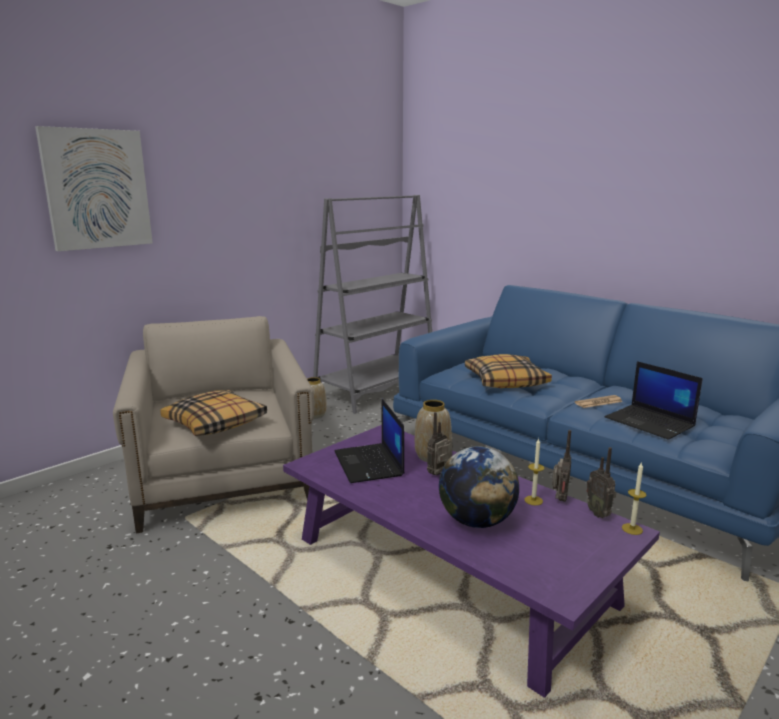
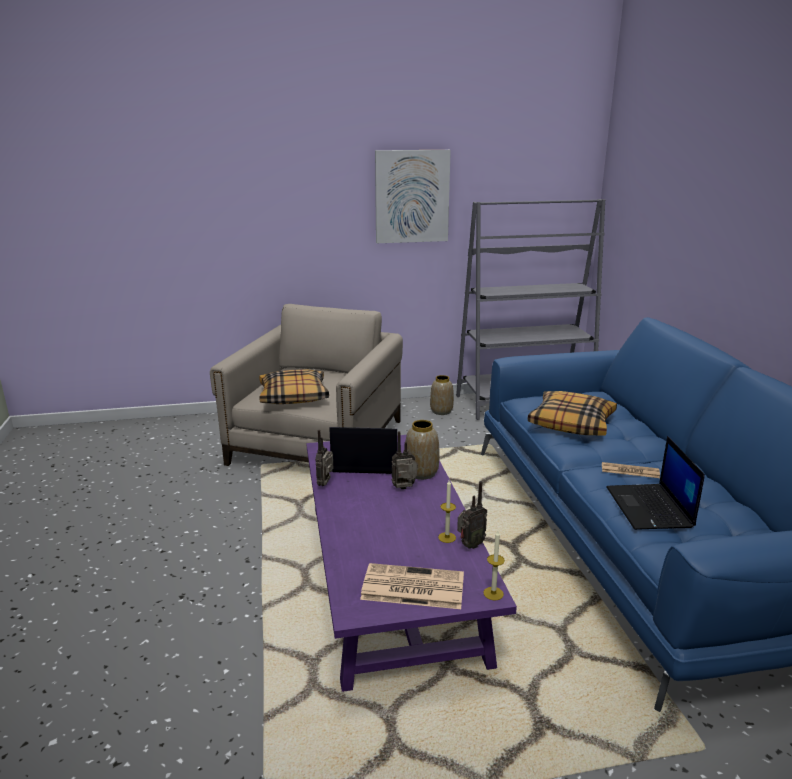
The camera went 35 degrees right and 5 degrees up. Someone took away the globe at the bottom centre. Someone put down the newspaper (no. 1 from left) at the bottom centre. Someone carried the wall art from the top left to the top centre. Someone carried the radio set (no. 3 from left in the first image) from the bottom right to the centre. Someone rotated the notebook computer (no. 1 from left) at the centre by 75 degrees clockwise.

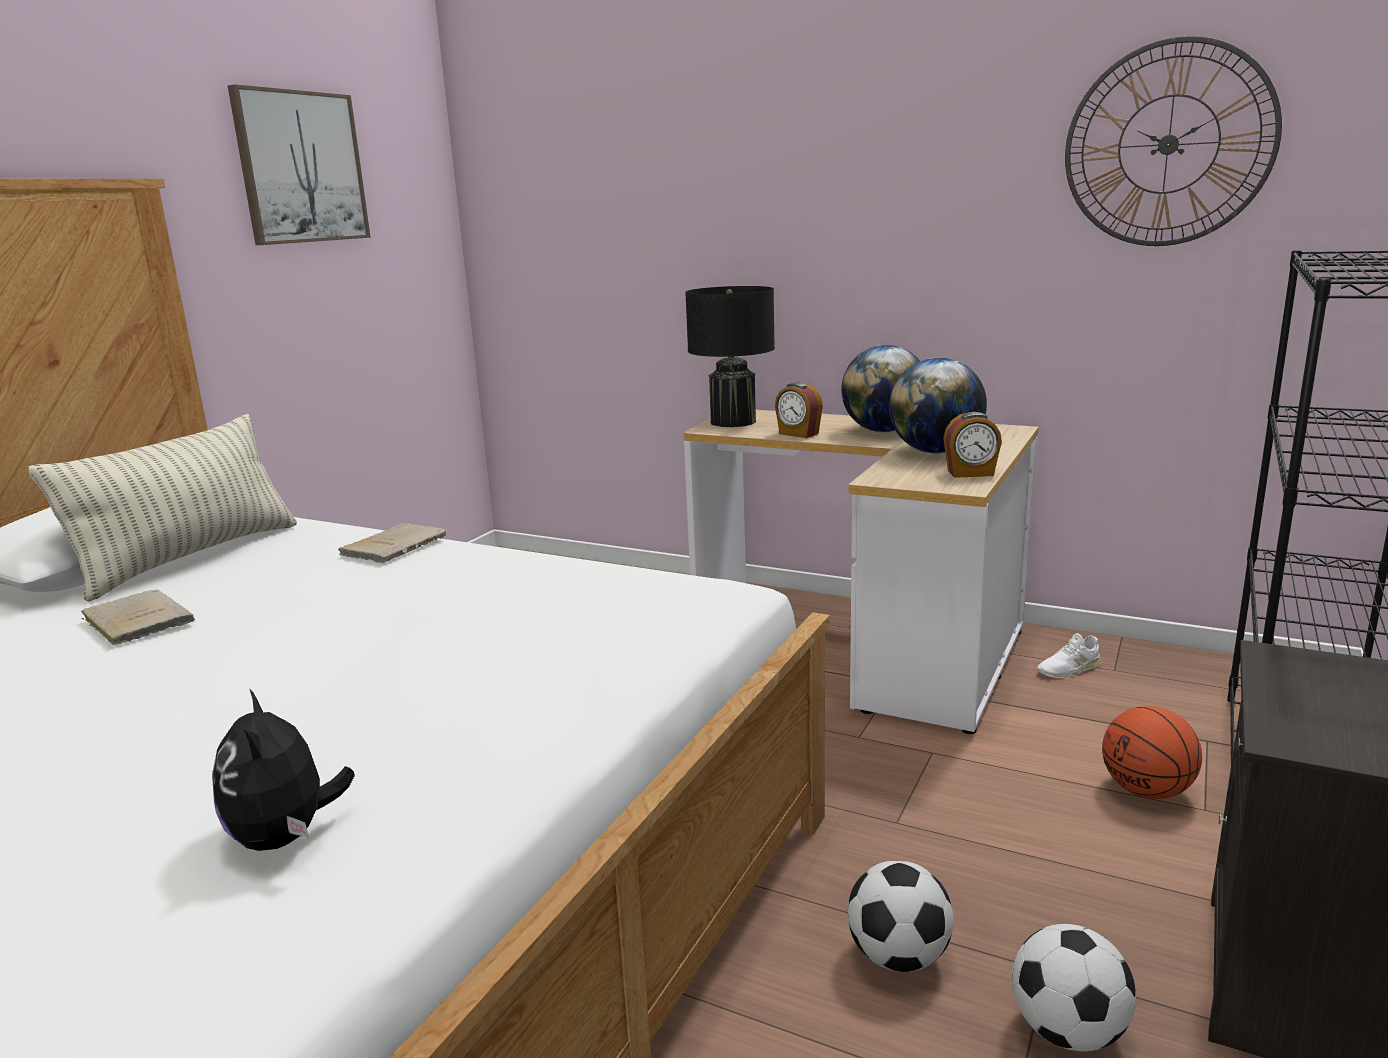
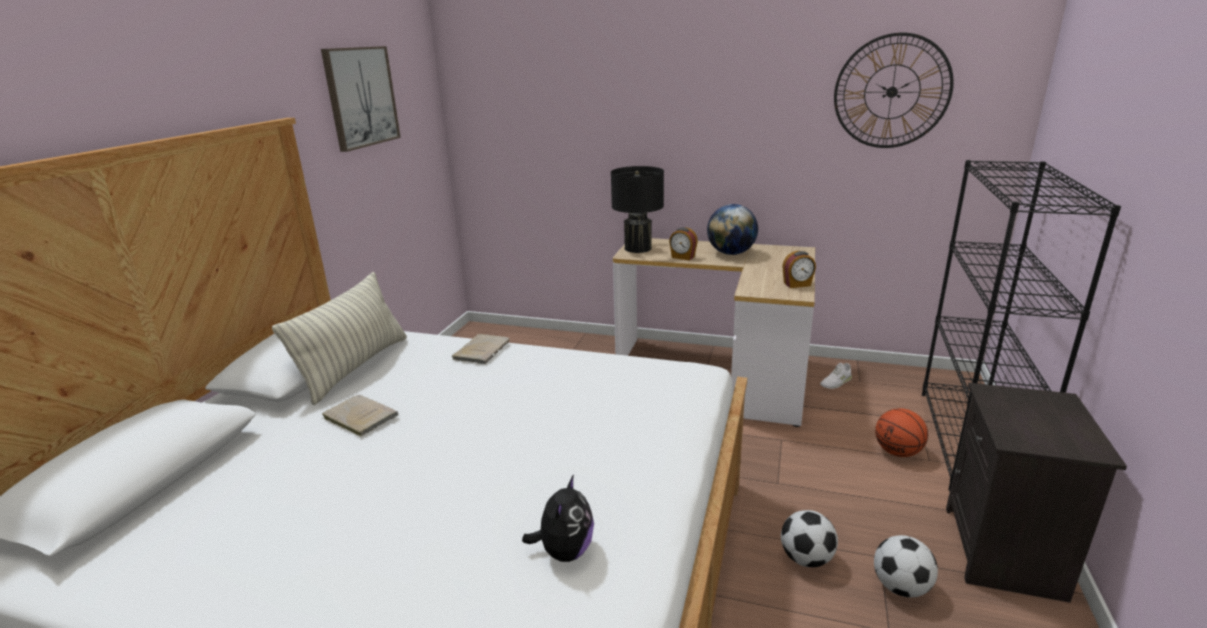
The camera went 10 degrees left and 5 degrees up. Someone took away the globe (no. 2 from left) at the middle right. Someone rotated the cuddly toy at the bottom left by 135 degrees counterclockwise.

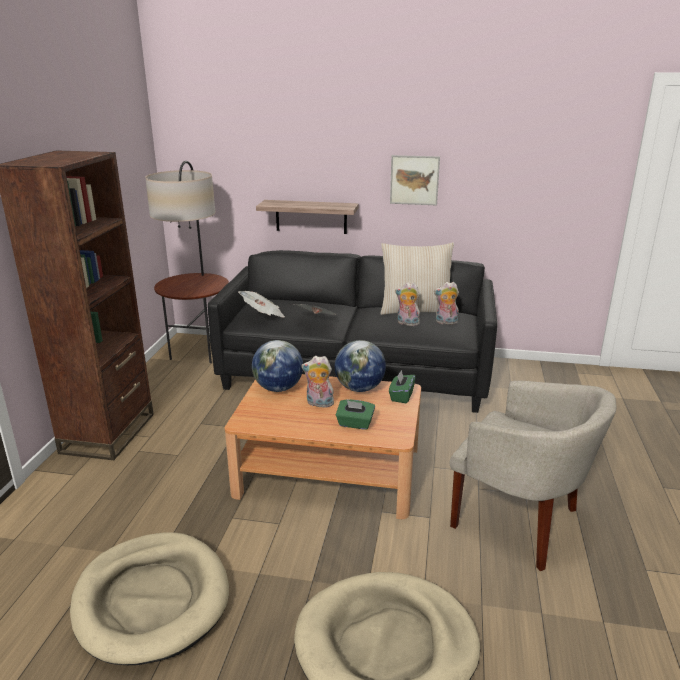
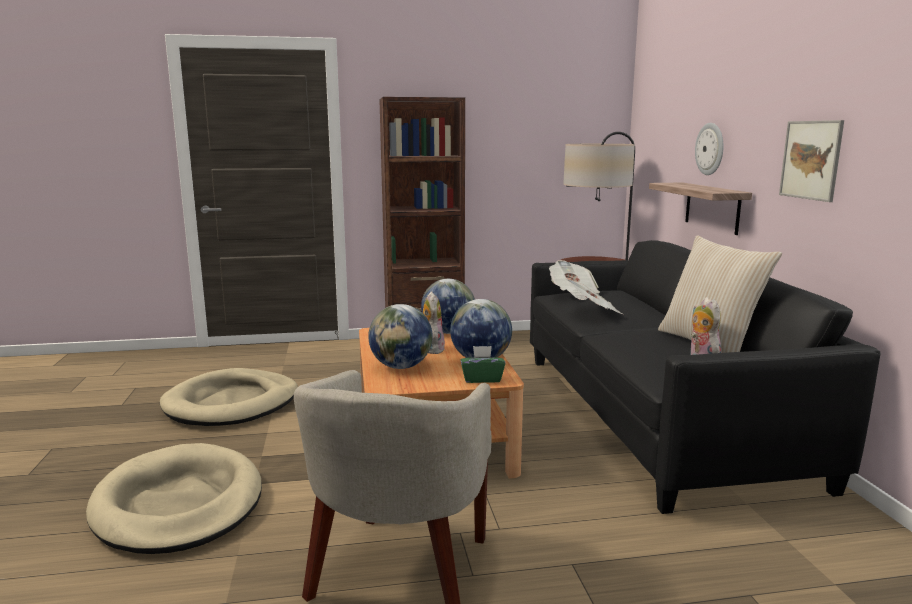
The camera went 70 degrees right and 10 degrees down. Someone took away the cuddly toy (no. 2 from left) at the centre. Someone put up the wall clock at the top right. Someone swapped the green-coloured box of tissues (no. 1 from left) at the centre for the globe (no. 1 from left) at the centre.

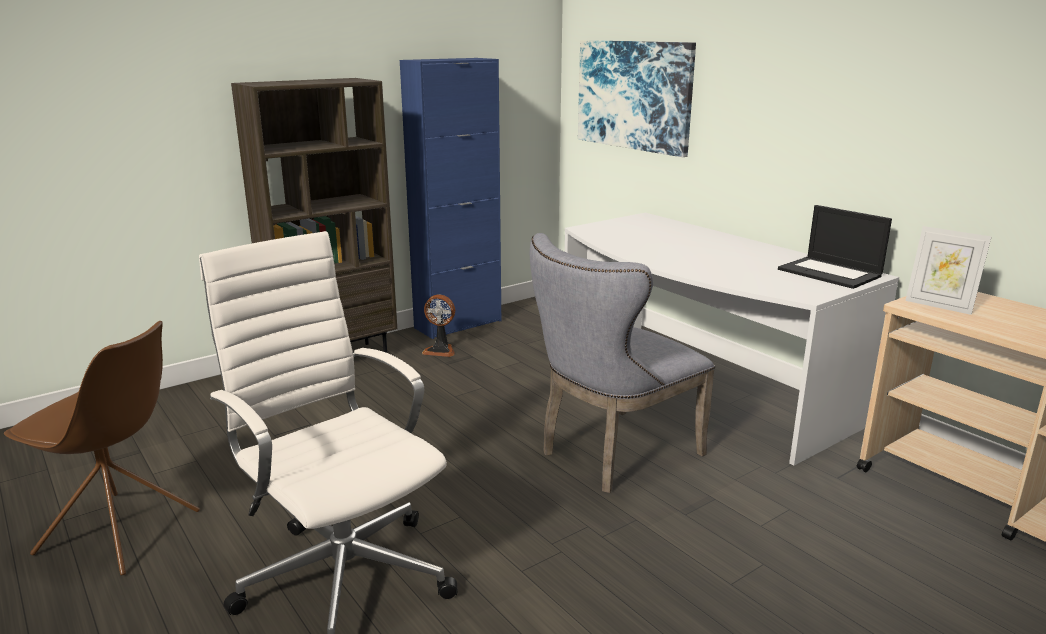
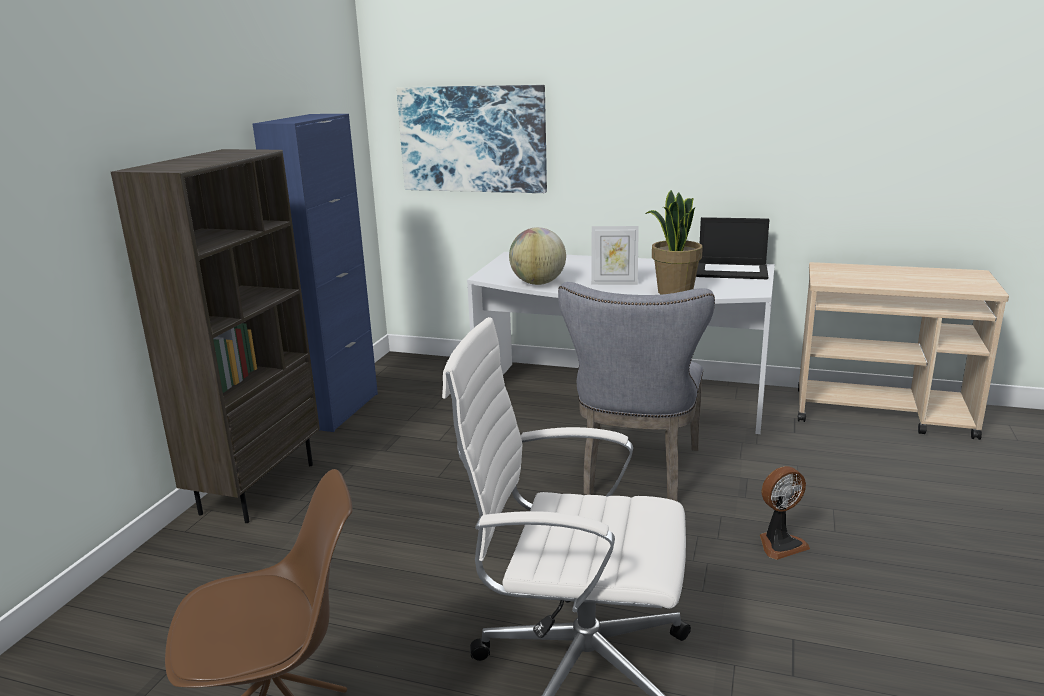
The camera went 35 degrees left and 0 degrees up. Someone put down the globe at the centre. Someone put down the plant in a pot at the centre. Someone carried the cooling fan from the centre to the bottom right. Someone carried the photo frame from the middle right to the centre.

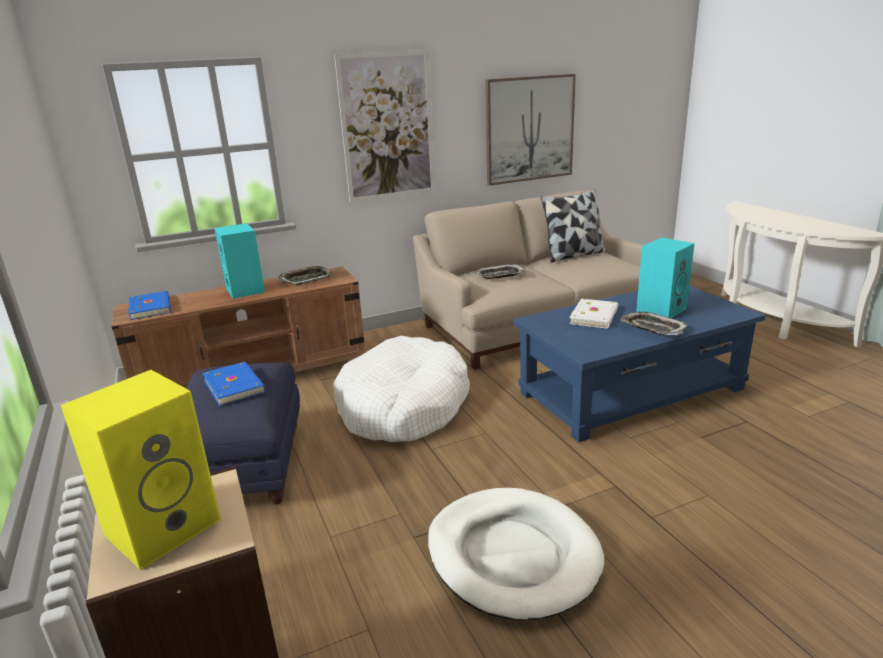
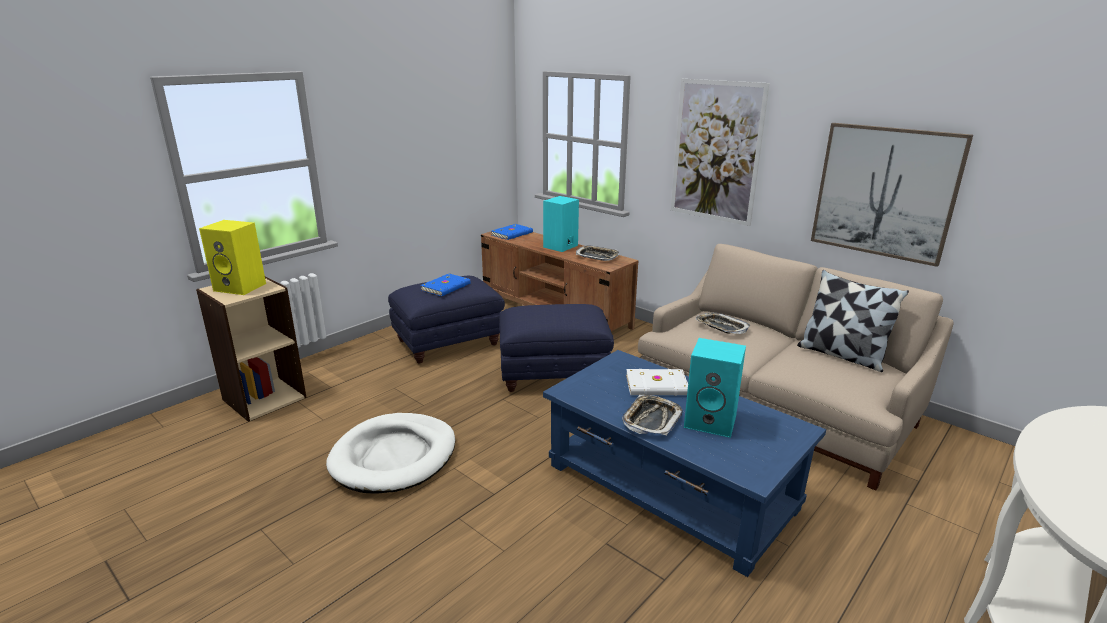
The camera went 65 degrees right and 0 degrees up. Someone swapped the white pet bed (no. 1 from left) at the centre for the blue-coloured ottoman (no. 2 from left) at the centre.

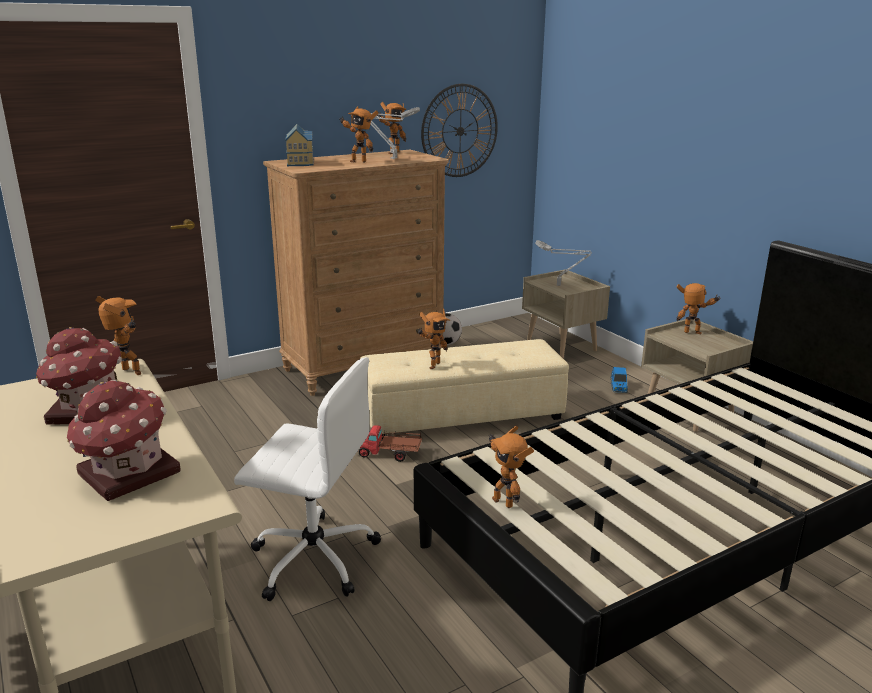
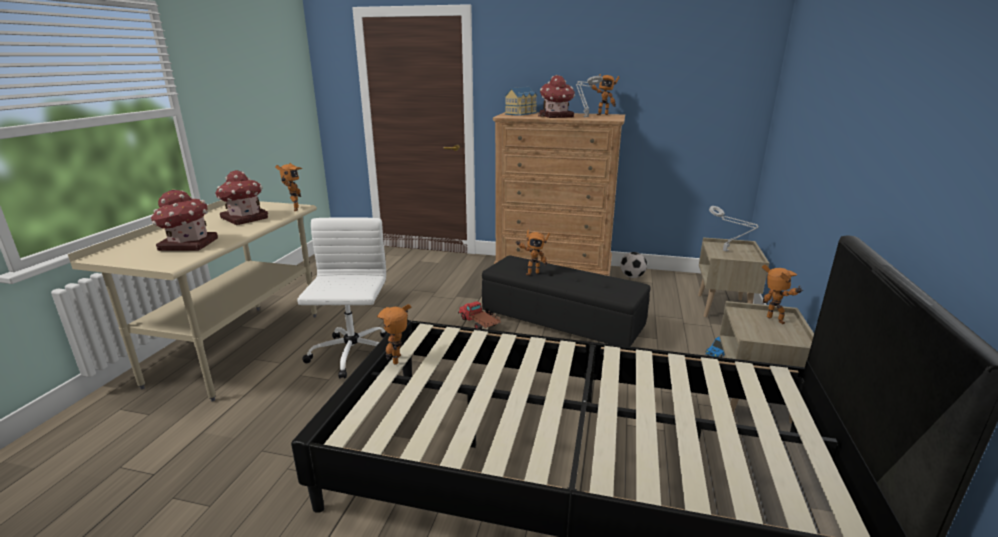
The camera went 45 degrees right and 0 degrees up. Someone took away the wall clock at the top centre. Someone swapped the model robot (no. 2 from left) at the top centre for the toy house (no. 4 from left) at the top centre. Someone repainted the beige ottoman at the centre, which became the black-coloured ottoman at the centre. Someone rotated the white computer chair at the bottom centre by 150 degrees counterclockwise.

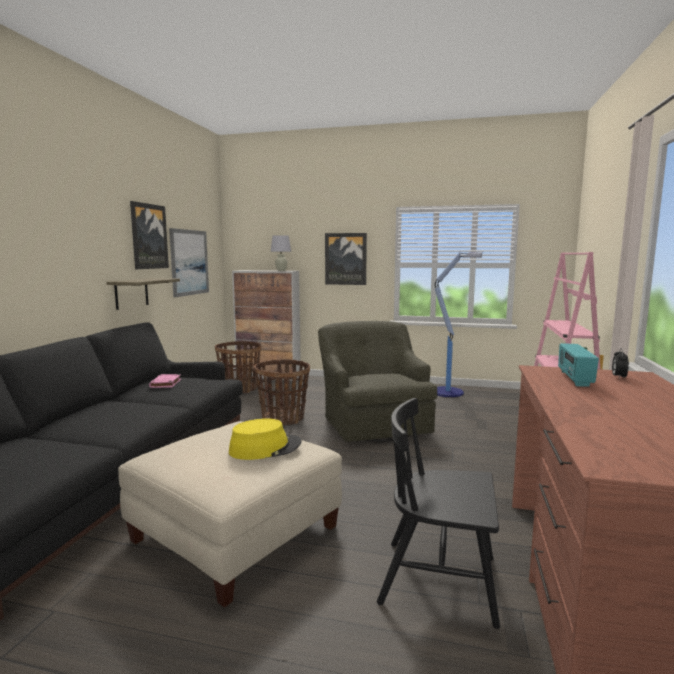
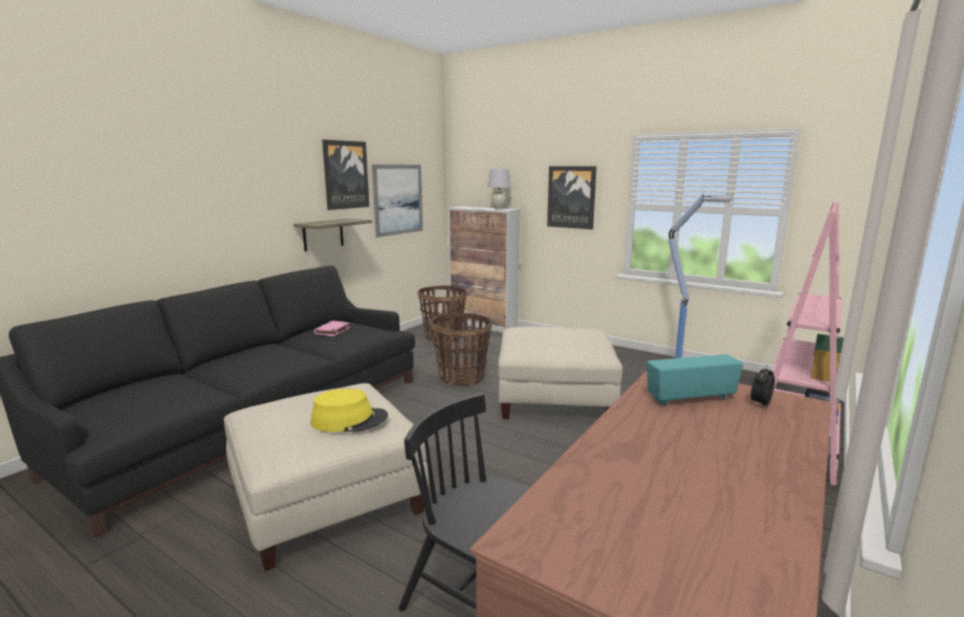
The camera went 20 degrees right and 5 degrees up. Someone swapped the green-coloured armchair at the centre for the beige ottoman (no. 2 from left) at the centre. Someone rotated the radio set at the middle right by 45 degrees clockwise.

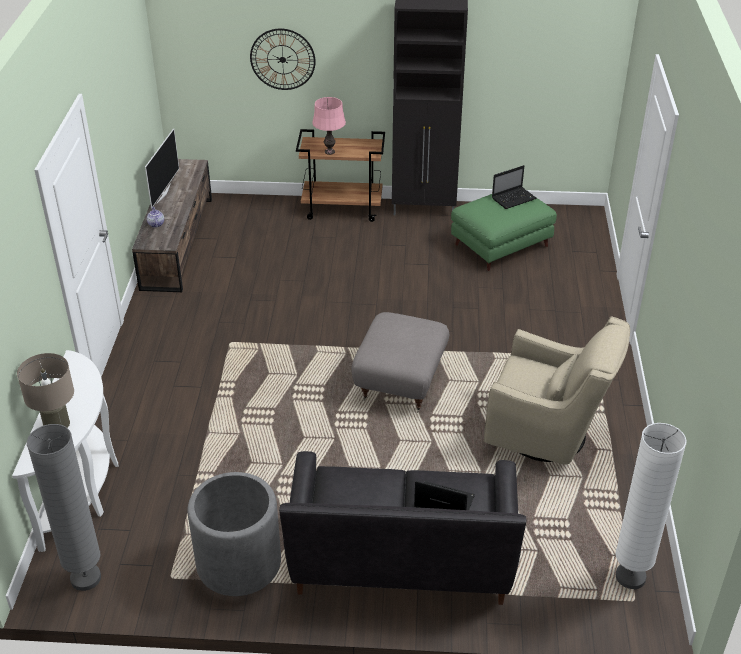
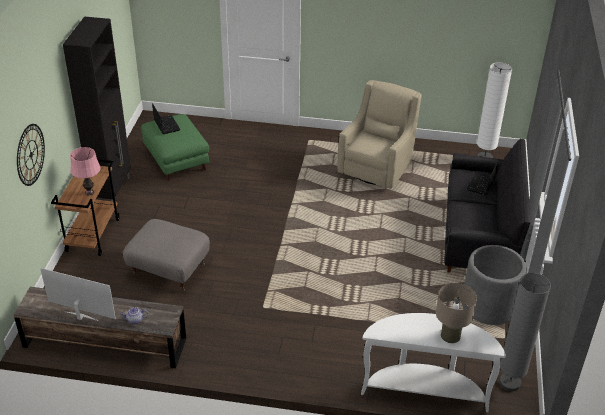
The camera went 85 degrees left and 0 degrees up. Someone carried the grey ottoman from the centre to the middle left.

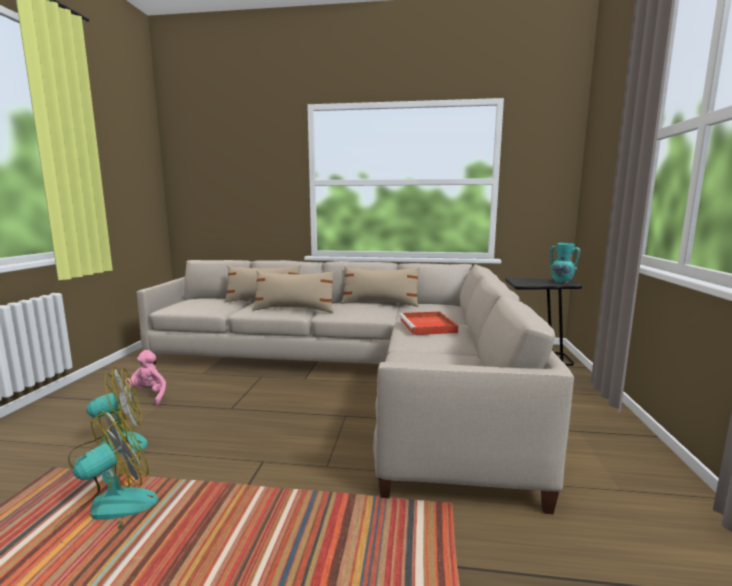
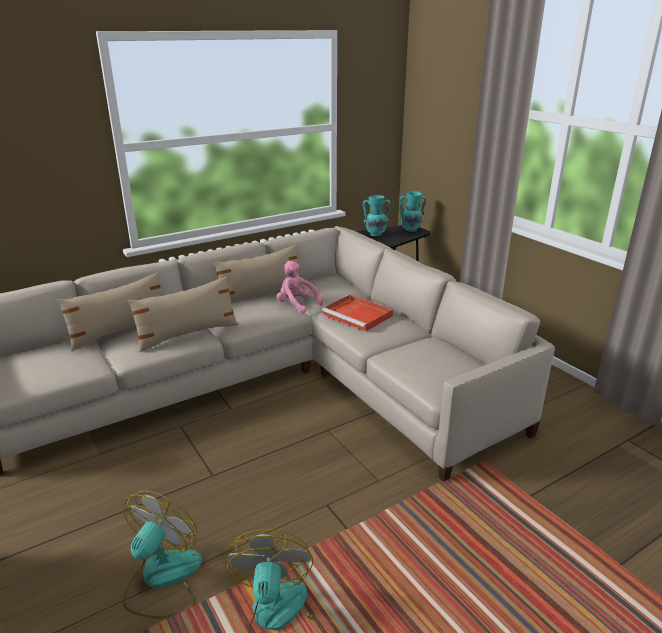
The camera went 40 degrees left and 15 degrees up. Someone put down the blue-green vase (no. 1 from left) at the centre. Someone carried the pink-coloured cuddly toy from the middle left to the centre.

